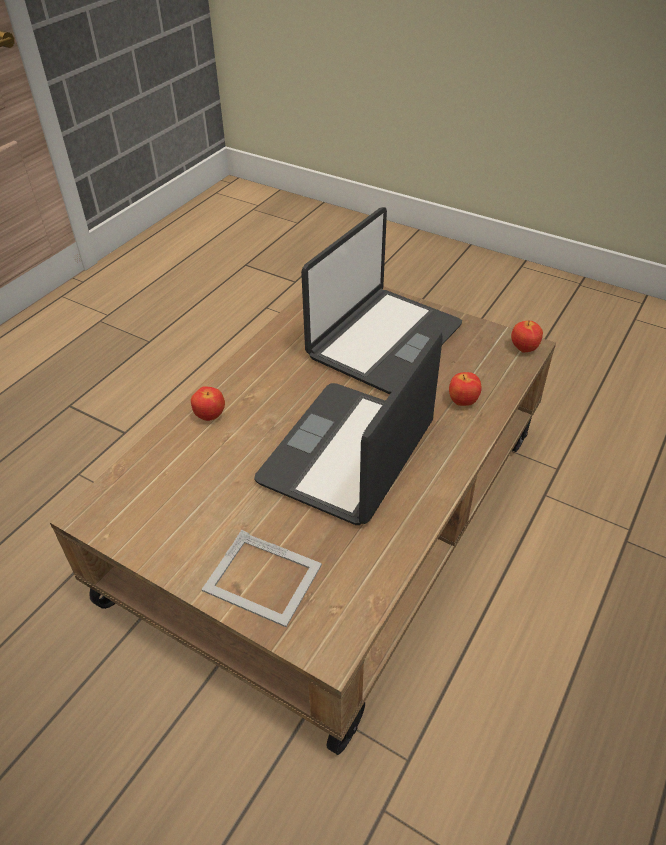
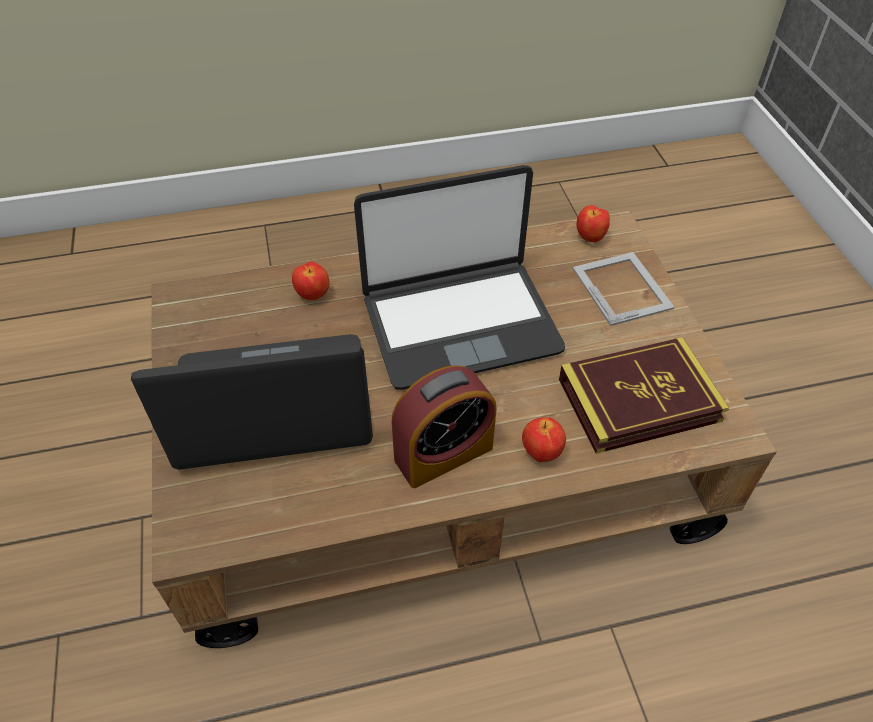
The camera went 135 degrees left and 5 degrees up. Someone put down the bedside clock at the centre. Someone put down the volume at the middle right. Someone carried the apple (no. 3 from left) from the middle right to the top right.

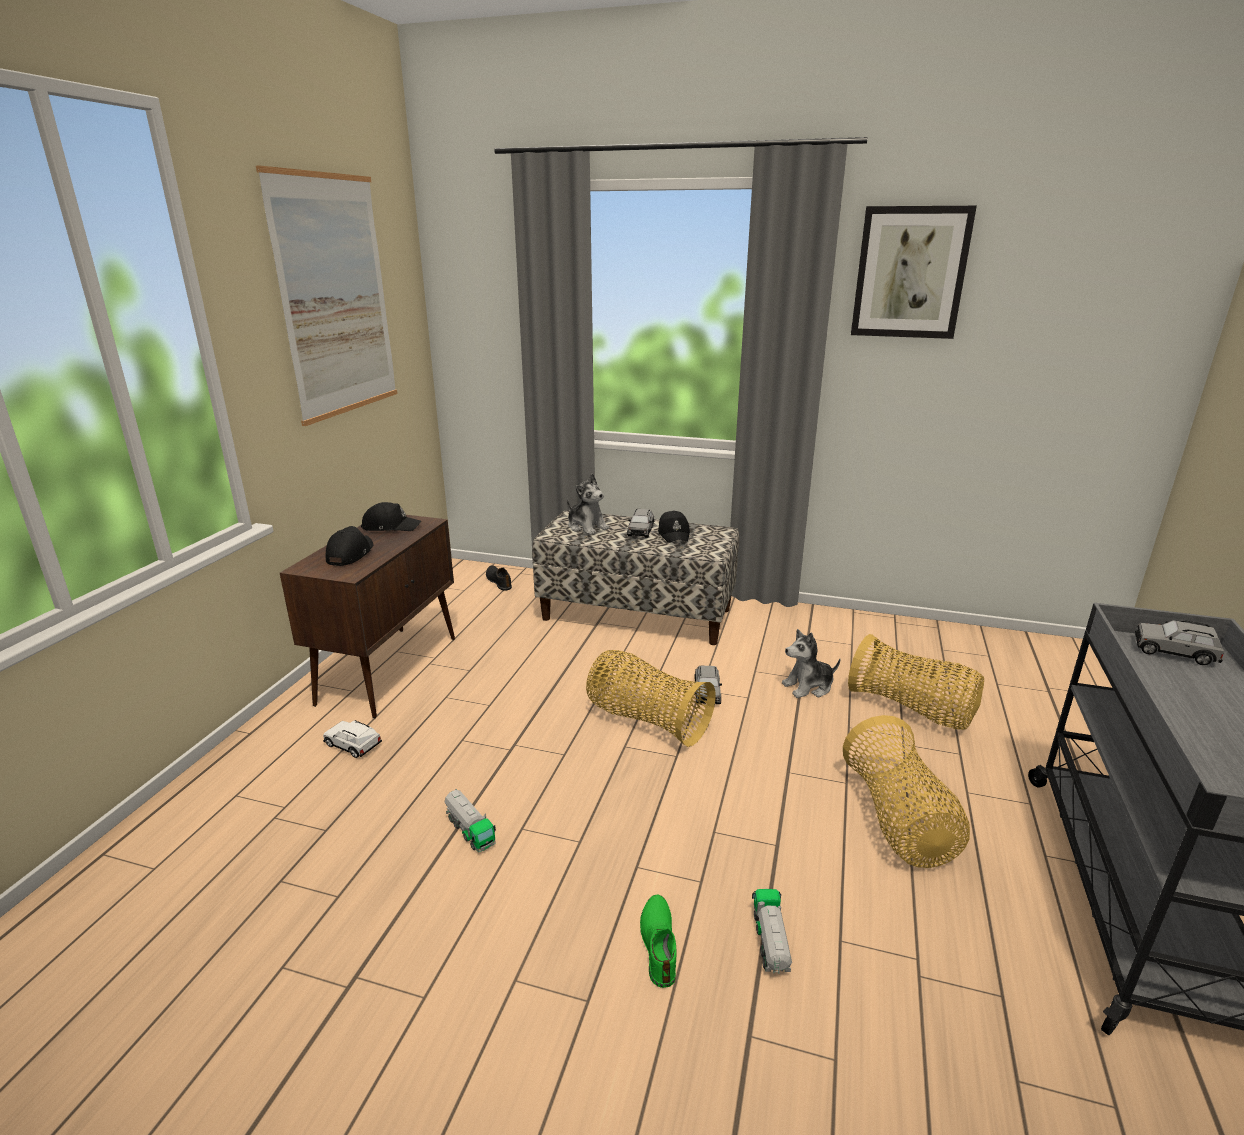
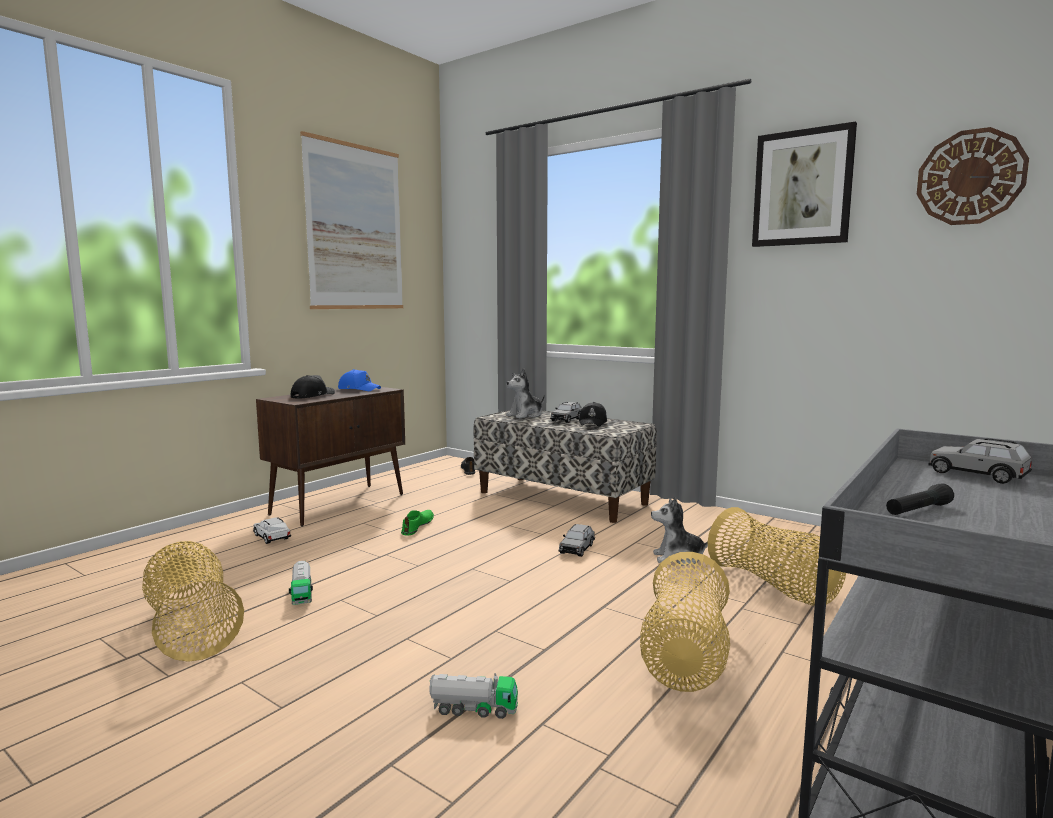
The camera went 20 degrees right and 15 degrees down. Someone put down the black-coloured torch at the middle right. Someone put up the wall clock at the top right. Someone carried the basket (no. 1 from left) from the centre to the bottom left. Someone carried the green-coloured item of footwear from the bottom centre to the centre. Someone repainted the black-coloured cap (no. 2 from left) at the middle left, which became the blue-coloured cap at the centre. Someone rotated the cuddly toy (no. 1 from left) at the centre by 75 degrees clockwise. Someone rotated the model truck (no. 2 from left) at the bottom centre by 75 degrees clockwise.

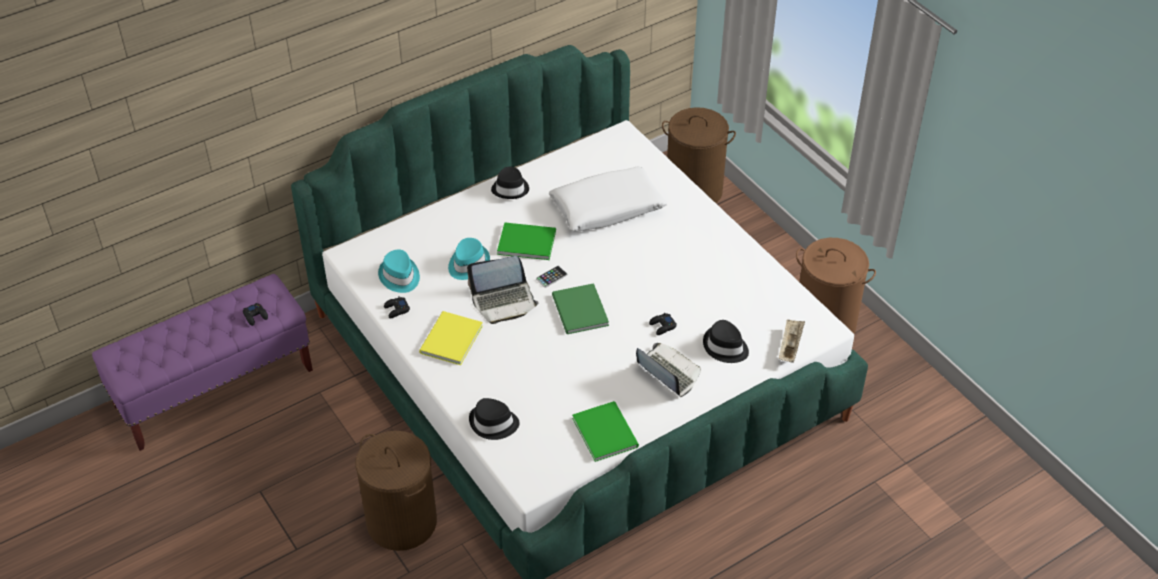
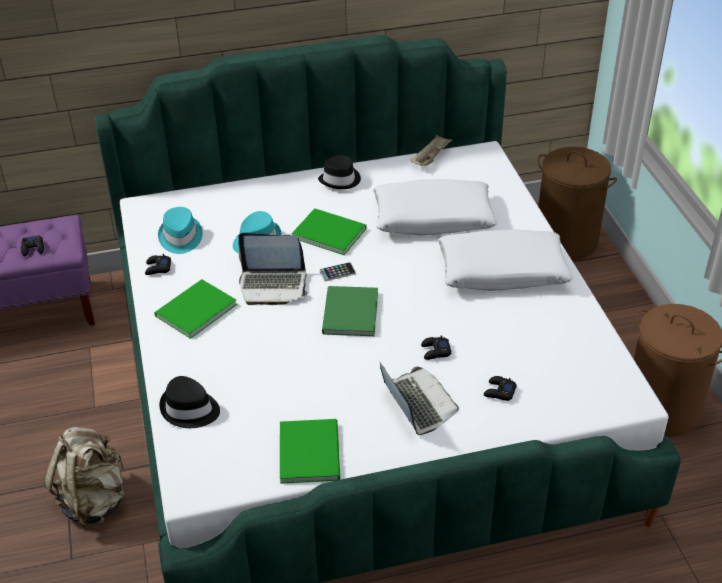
The camera went 20 degrees right and 5 degrees down. Someone put down the white pillow (no. 2 from left) at the middle right. Someone carried the beige serving tray from the middle right to the top centre. Someone swapped the brownish laundry basket (no. 1 from left) at the bottom centre for the beige rucksack at the bottom left. Someone swapped the black-coloured clothing hat (no. 3 from left) at the centre for the black-coloured game controller (no. 4 from left) at the middle right. Someone repainted the yellowish volume at the centre, which became the green-coloured volume (no. 1 from left) at the middle left.

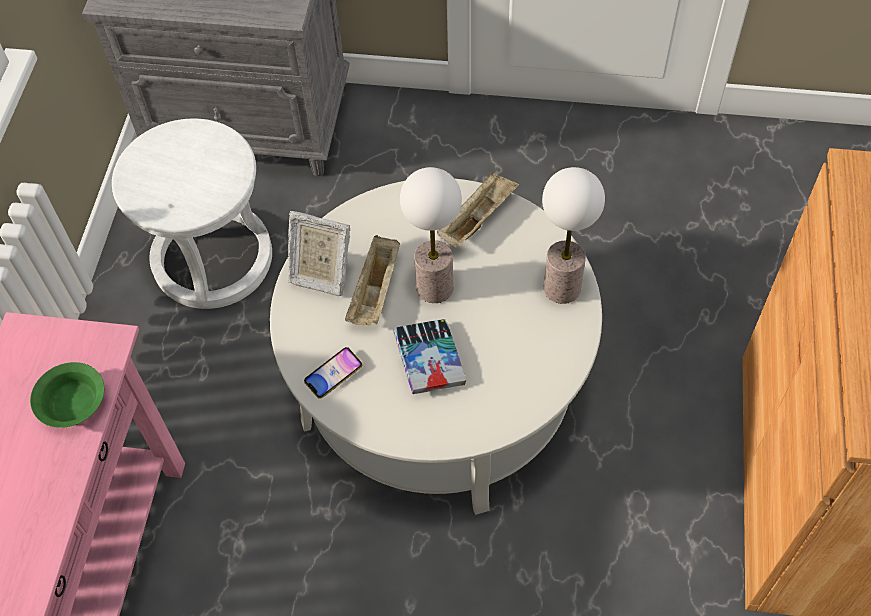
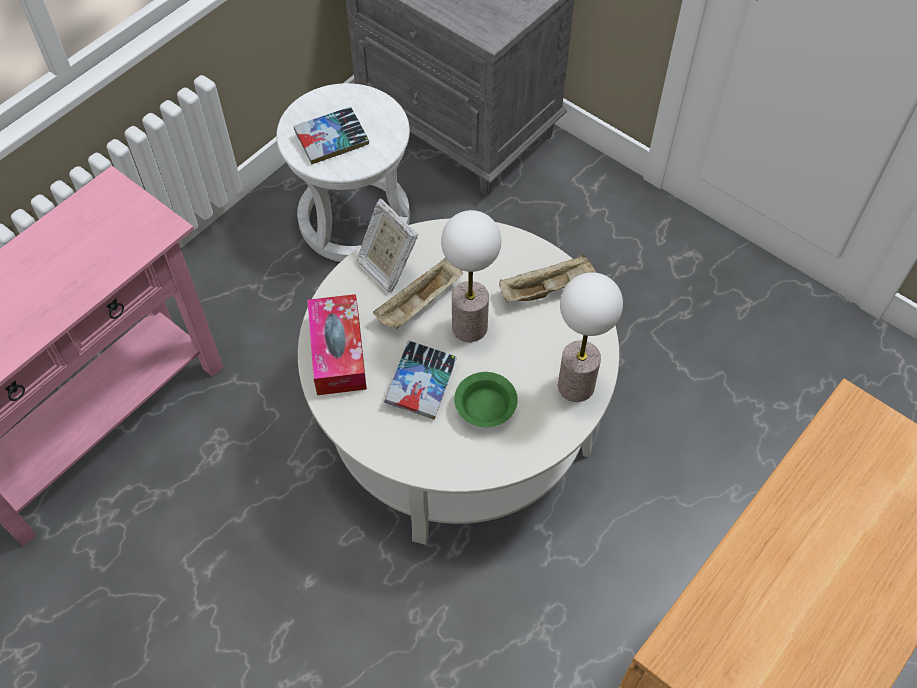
The camera went 30 degrees right and 0 degrees up. Someone put down the volume (no. 1 from left) at the top centre. Someone carried the green-coloured deep dish from the middle left to the centre. Someone swapped the phone at the centre for the box of tissues at the centre.

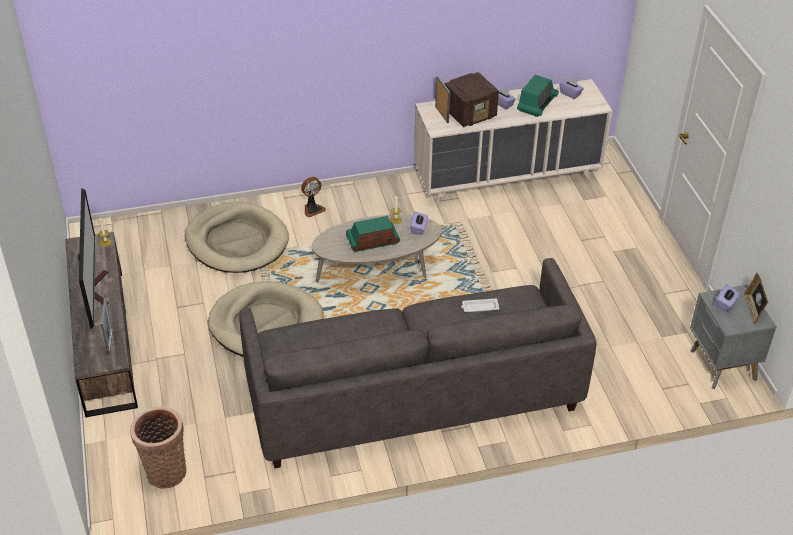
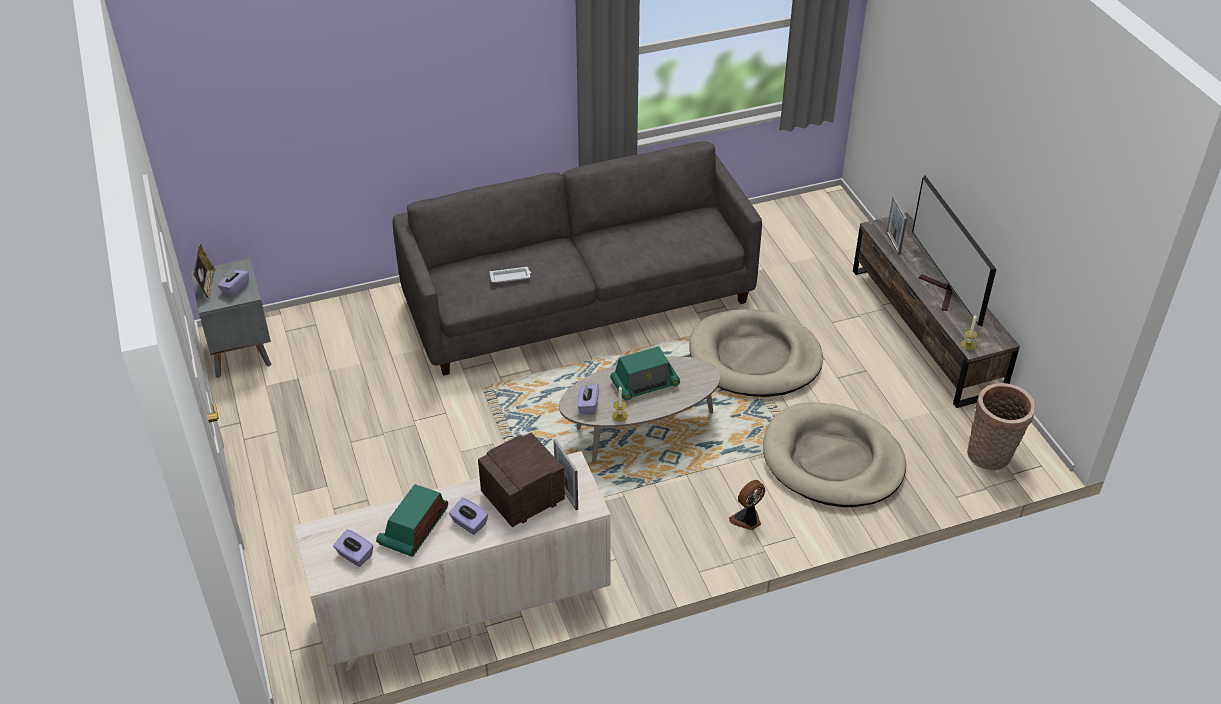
The camera went 175 degrees right and 0 degrees up. Someone carried the basket from the bottom left to the middle right.

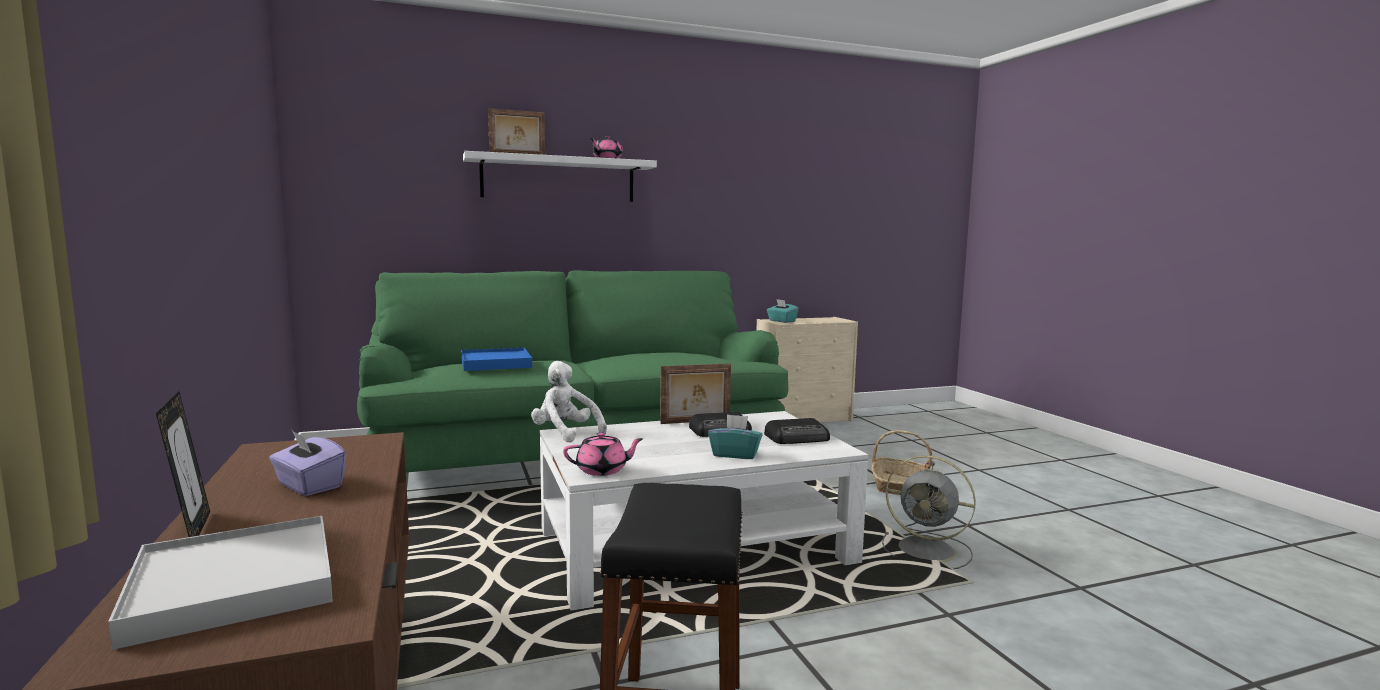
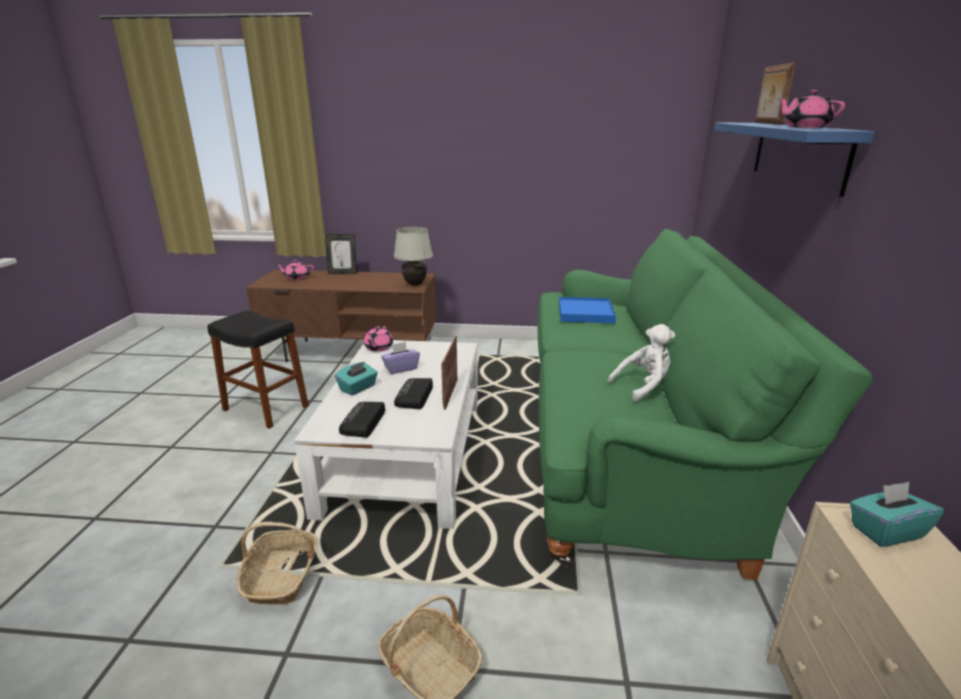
The camera went 115 degrees right and 15 degrees up. Someone put down the white table lamp at the centre. Someone carried the purple-coloured box of tissues from the bottom left to the centre. Someone carried the white cuddly toy from the centre to the middle right. Someone swapped the white serving tray at the bottom left for the pink-coloured teapot (no. 1 from left) at the middle left. Someone swapped the grey cooling fan at the bottom right for the basket (no. 1 from left) at the bottom left. Someone repainted the white wall shelf at the top centre, which became the blue-coloured wall shelf at the top right.

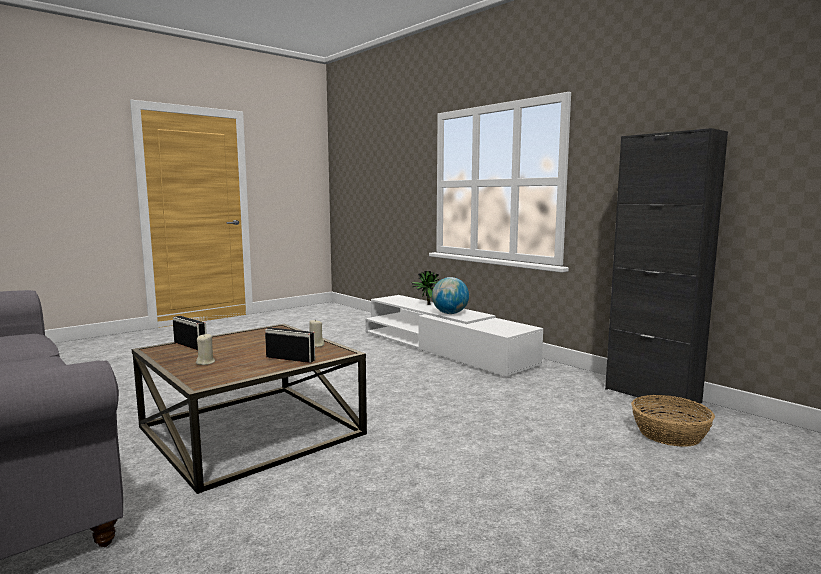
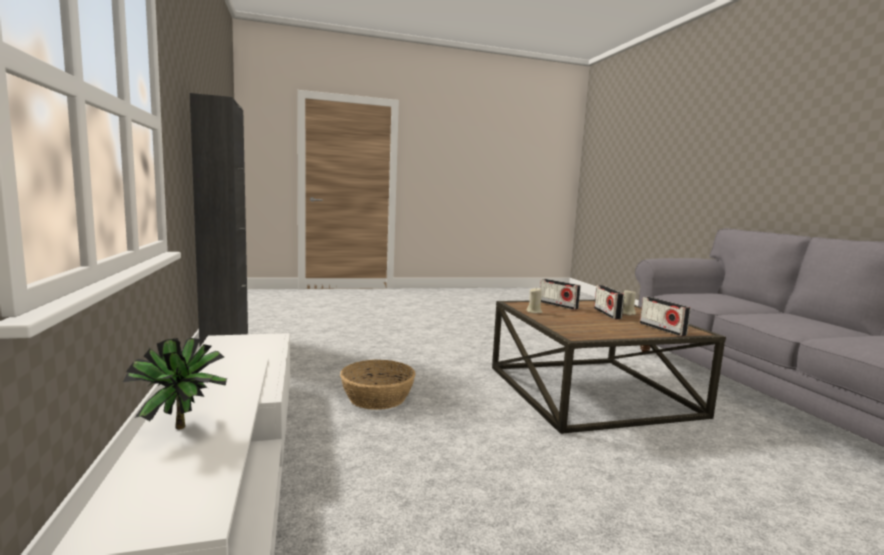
The camera went 155 degrees left and 0 degrees up. Someone took away the globe at the centre. Someone put down the radio set (no. 2 from left) at the middle right. Someone carried the basket from the bottom right to the bottom centre.

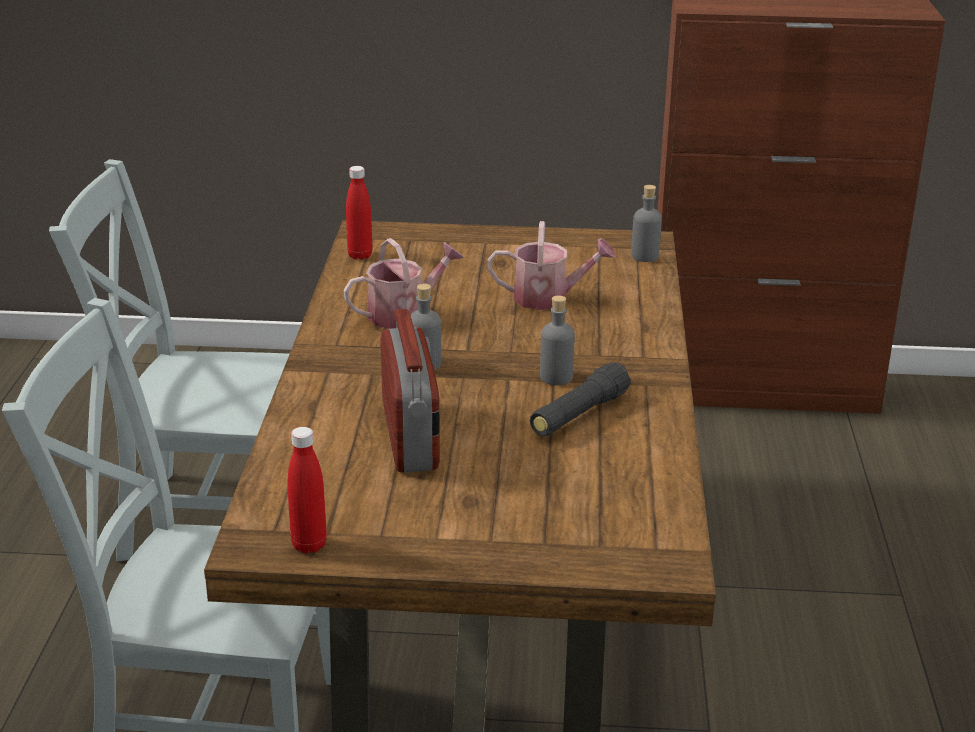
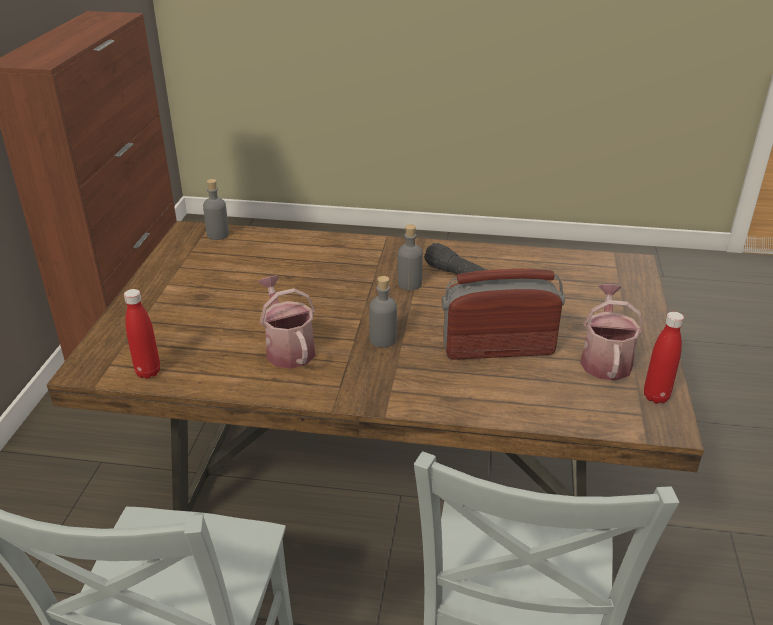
The camera went 85 degrees left and 5 degrees up. Someone carried the sprinkling can (no. 2 from left) from the centre to the middle right.

